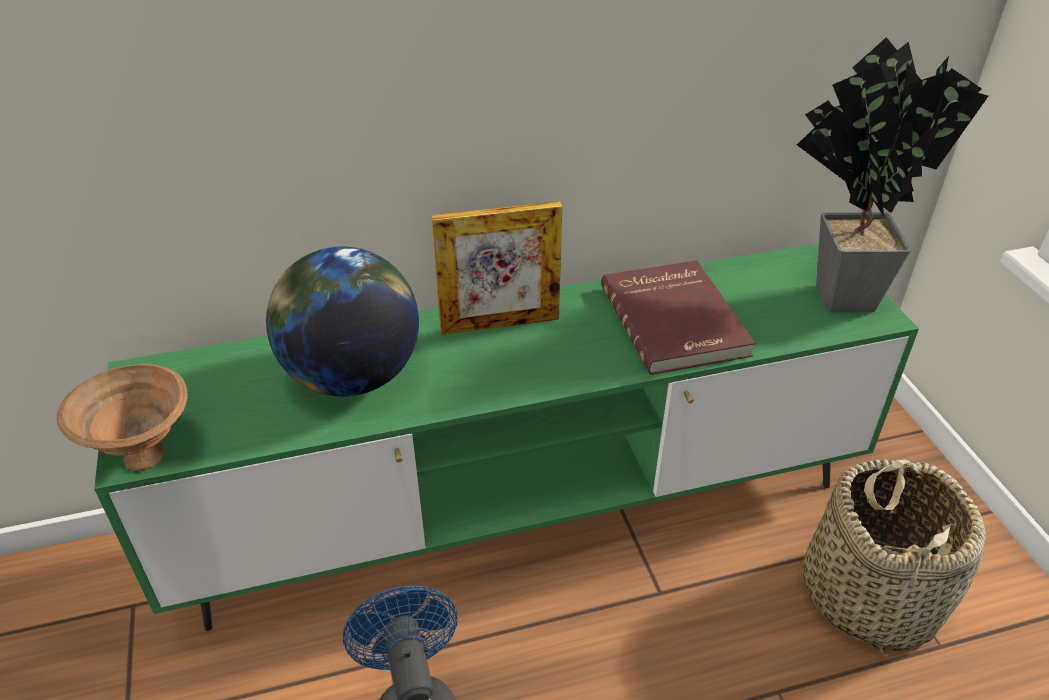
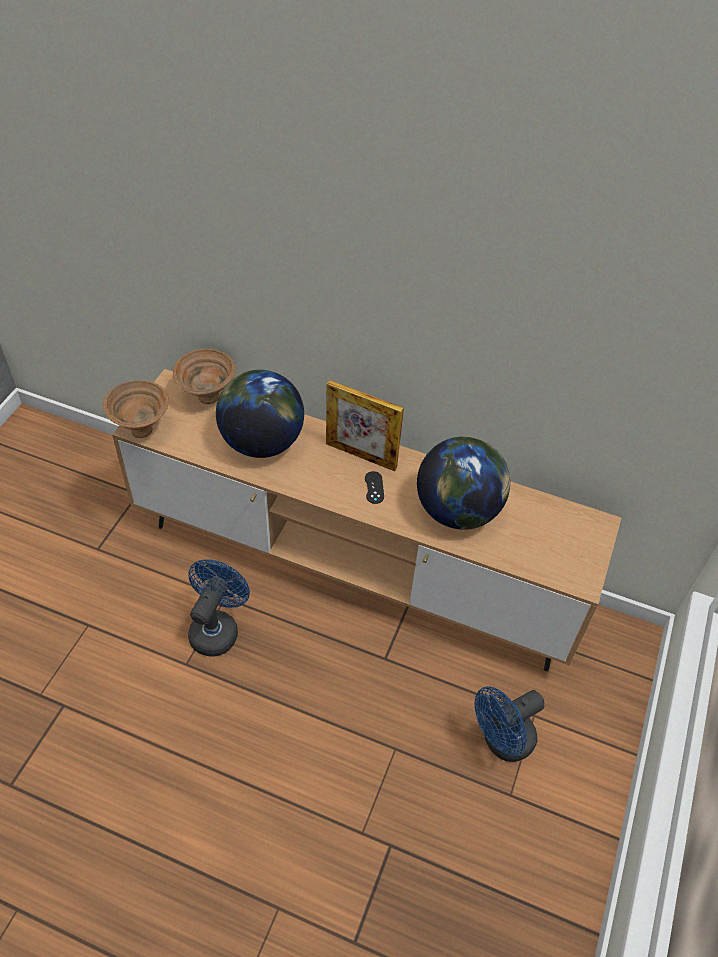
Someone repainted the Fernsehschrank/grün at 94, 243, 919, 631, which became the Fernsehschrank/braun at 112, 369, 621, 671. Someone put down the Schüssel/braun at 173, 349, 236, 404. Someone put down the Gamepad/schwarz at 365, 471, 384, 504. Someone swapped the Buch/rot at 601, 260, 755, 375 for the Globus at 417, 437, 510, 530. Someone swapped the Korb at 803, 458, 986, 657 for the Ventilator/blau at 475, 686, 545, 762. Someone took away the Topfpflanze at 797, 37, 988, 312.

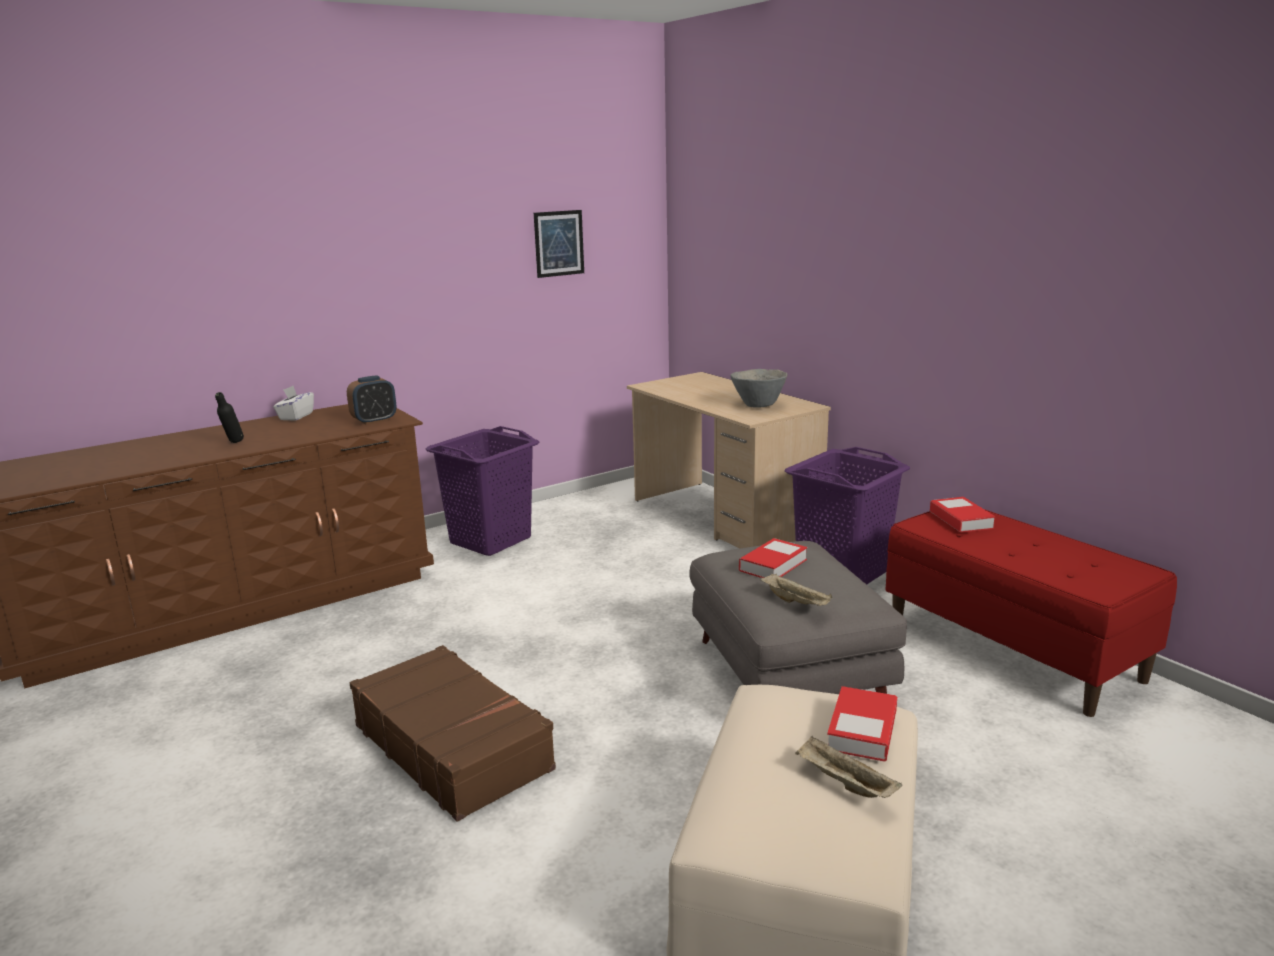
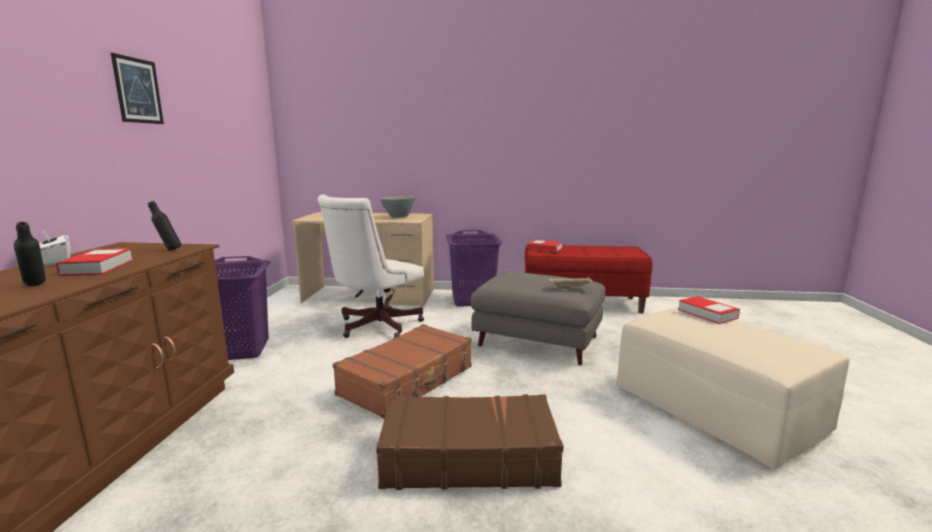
Someone carried the Buch from 739, 538, 807, 578 to 56, 248, 133, 276. Someone carried the Bild from 534, 210, 584, 278 to 111, 53, 164, 124. Someone swapped the Wecker at 347, 375, 396, 425 for the Flasche/schwarz at 148, 201, 181, 251. Someone put down the Bürostuhl/weiß at 317, 195, 424, 338. Someone put down the Koffer/braun at 333, 324, 472, 419. Someone took away the Tablett/beige at 795, 736, 902, 798.

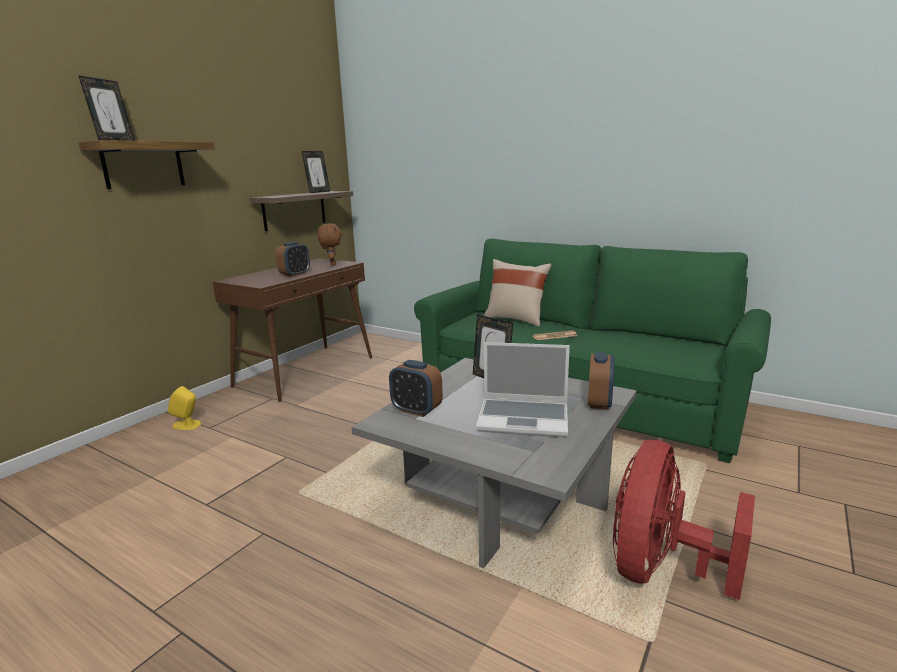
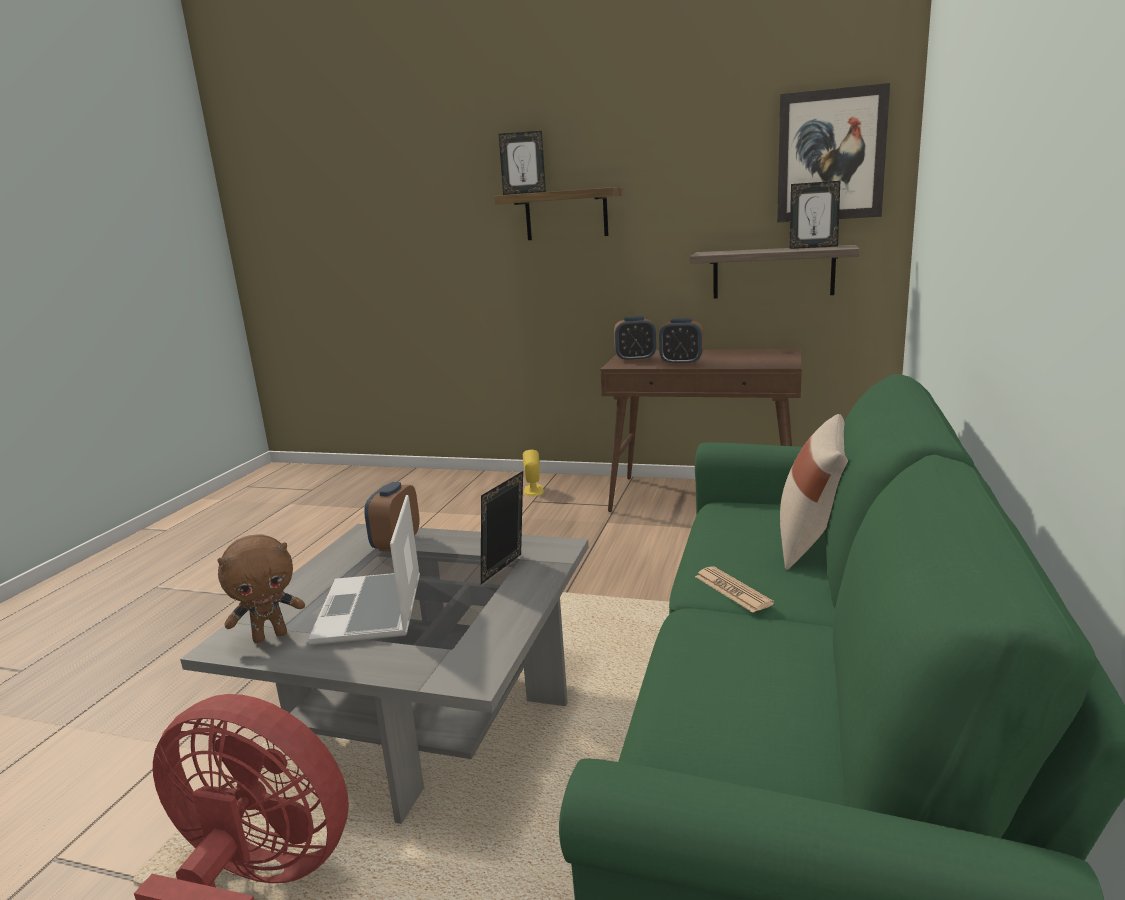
Someone carried the Plüschtier/braun from 318, 223, 342, 266 to 217, 534, 305, 643. Someone carried the Wecker from 588, 352, 614, 410 to 614, 316, 656, 362. Someone put up the Bild at 777, 83, 890, 222.

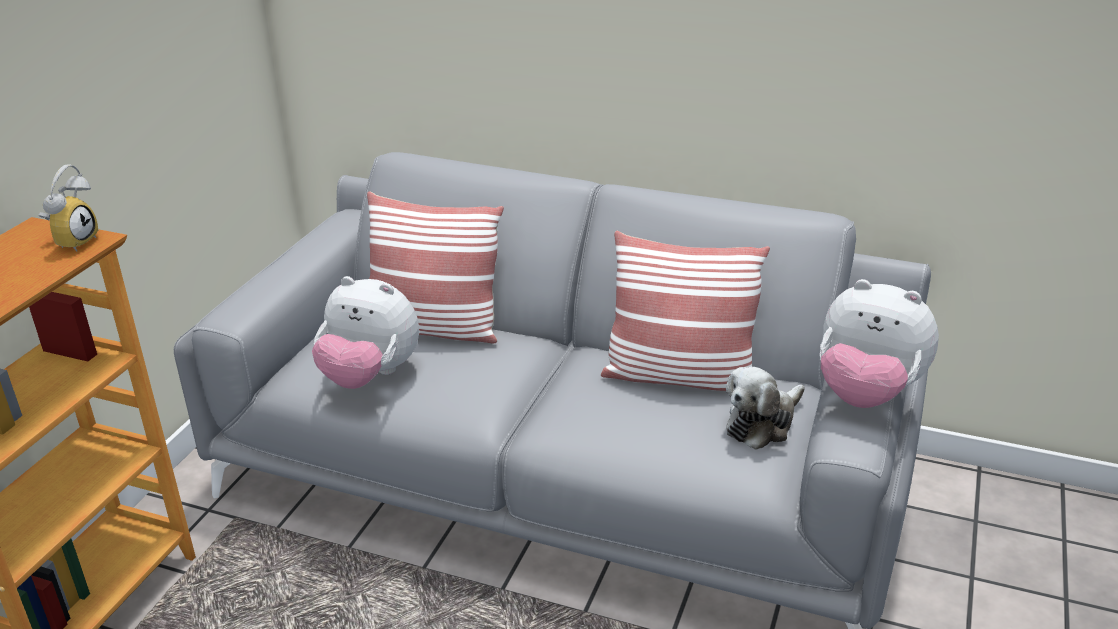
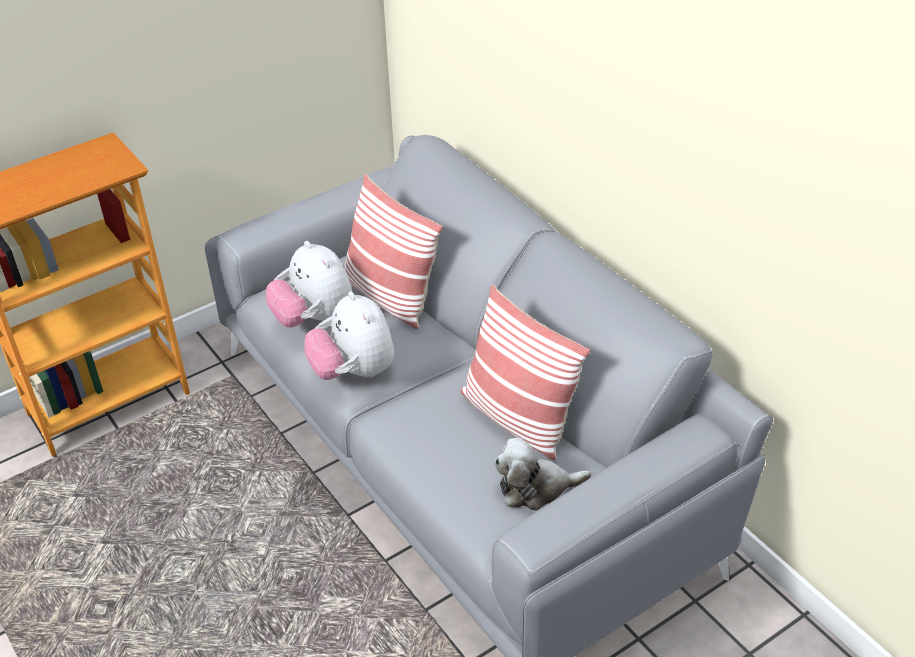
Someone carried the Plüschtier from 820, 279, 939, 408 to 304, 291, 394, 380. Someone took away the Wecker at 38, 164, 98, 252.

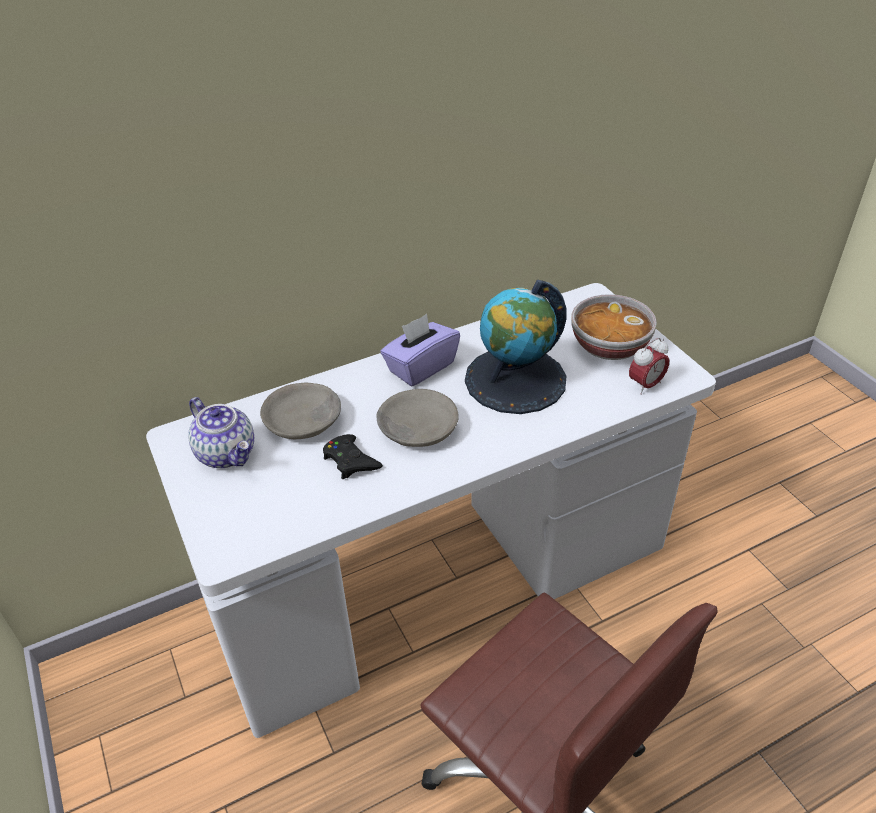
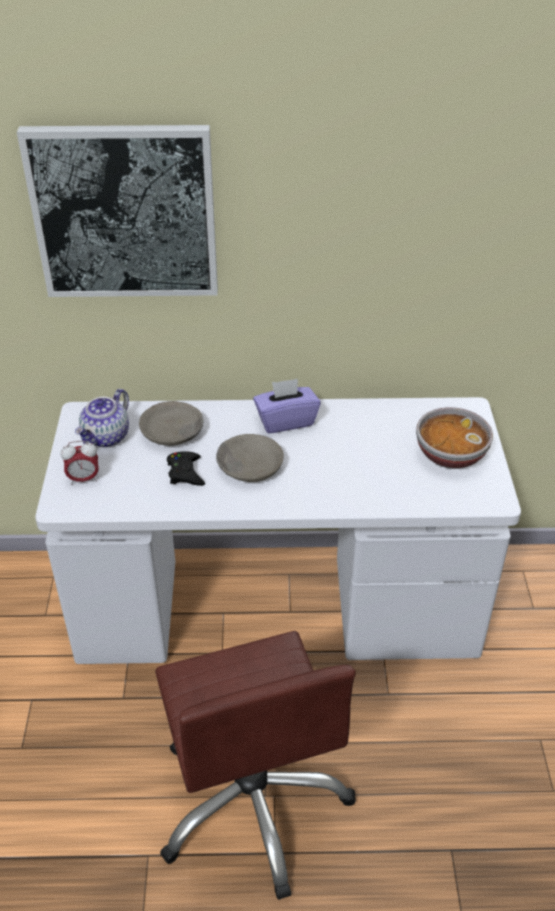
Someone put up the Bild at 17, 125, 218, 297. Someone carried the Wecker from 629, 337, 669, 395 to 61, 440, 99, 485. Someone rotated the Teekanne at 188, 397, 254, 468 by 45 degrees clockwise. Someone took away the Globus at 465, 280, 567, 414.

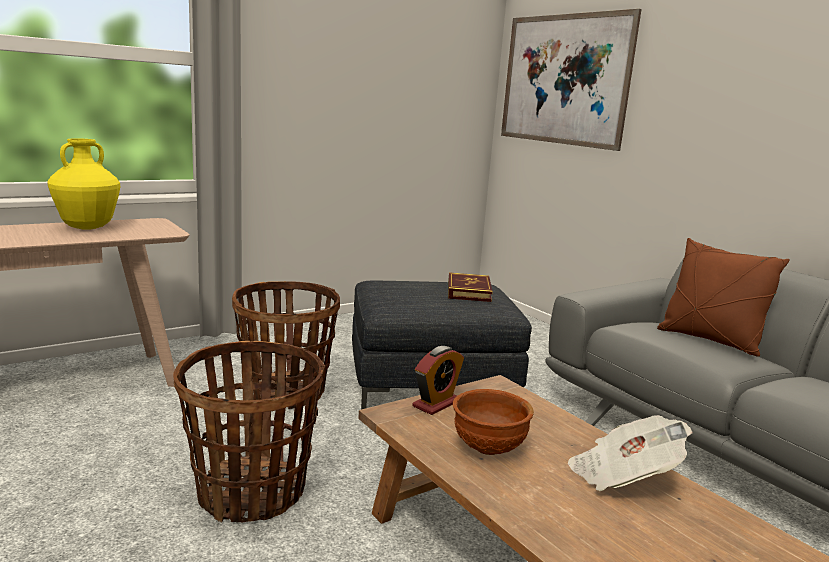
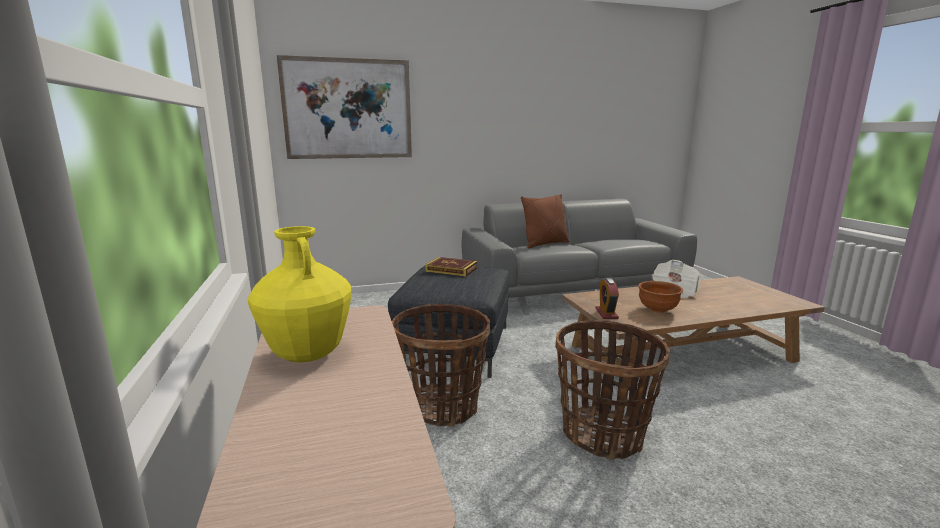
Someone rotated the Wecker at 413, 346, 464, 415 by 150 degrees counterclockwise.

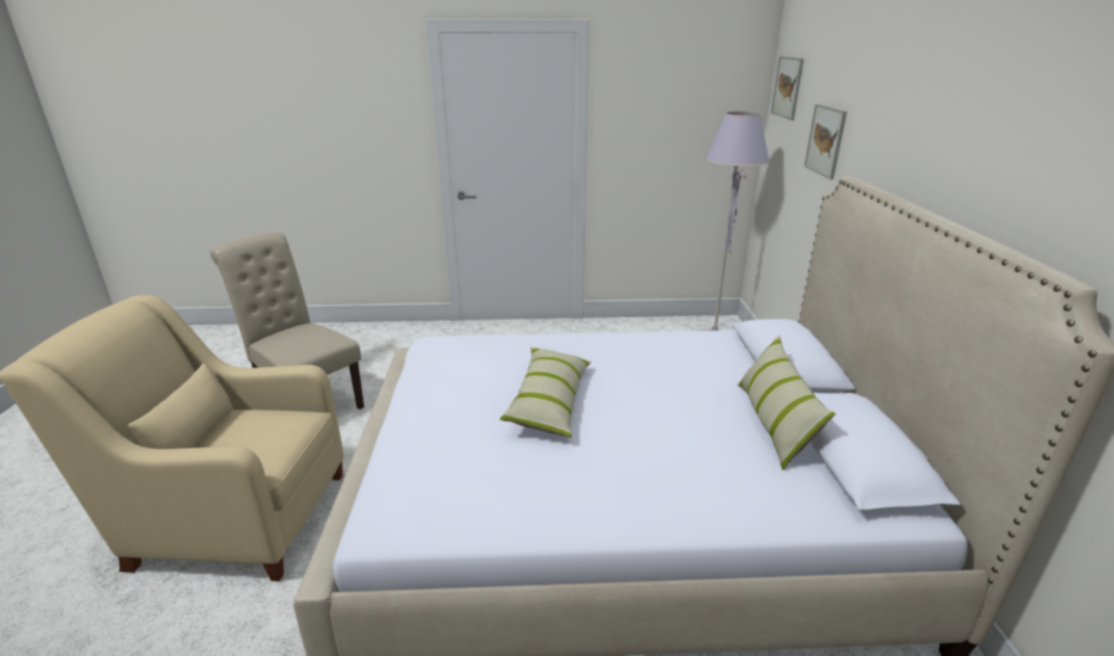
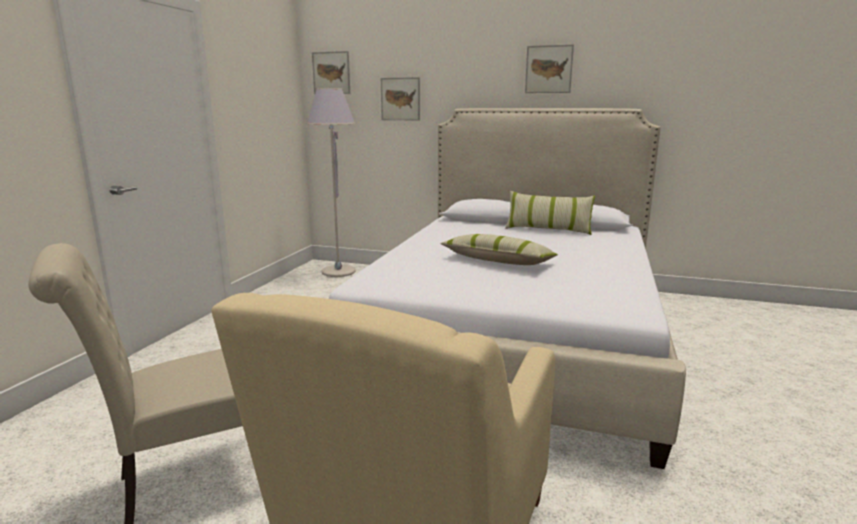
Someone put up the Bild at 525, 44, 574, 93.

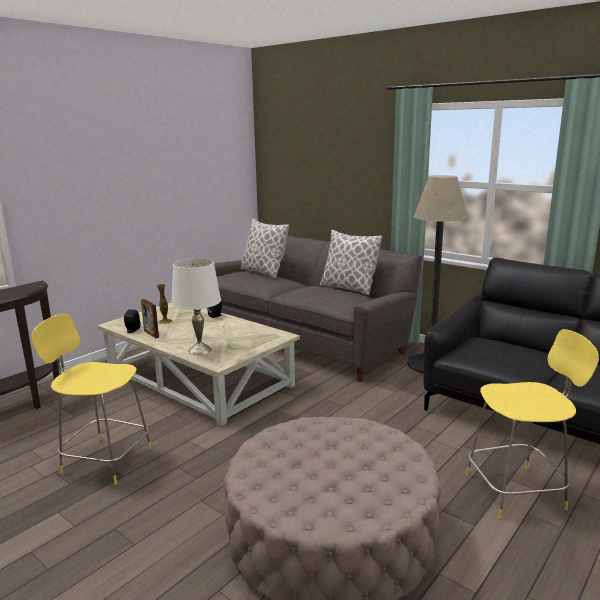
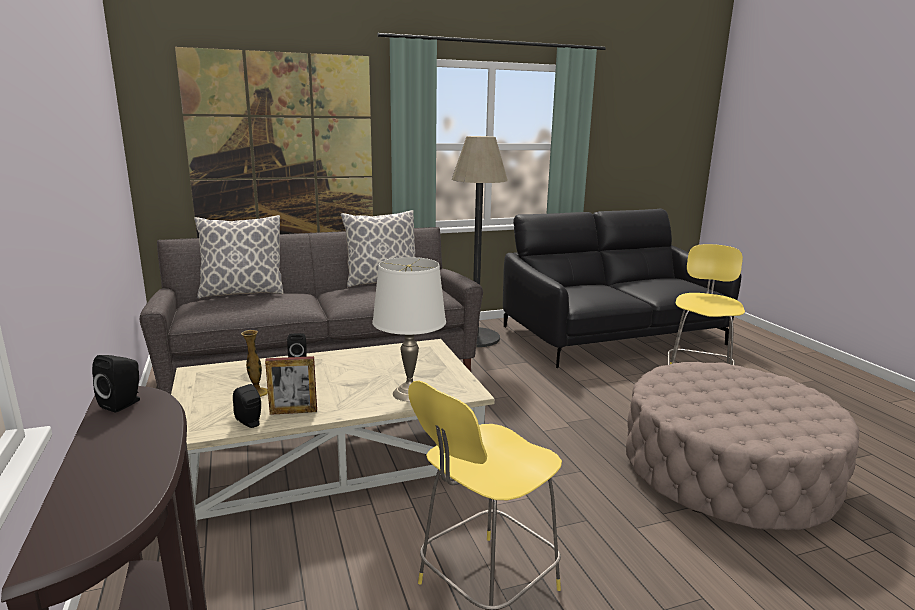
Someone put down the Lautsprecher/schwarz at 92, 355, 140, 413. Someone put up the Bild at 175, 47, 373, 238.

